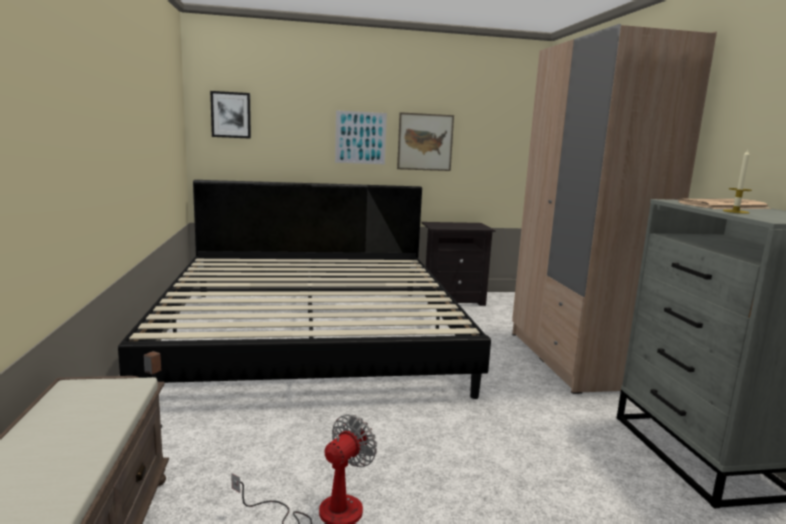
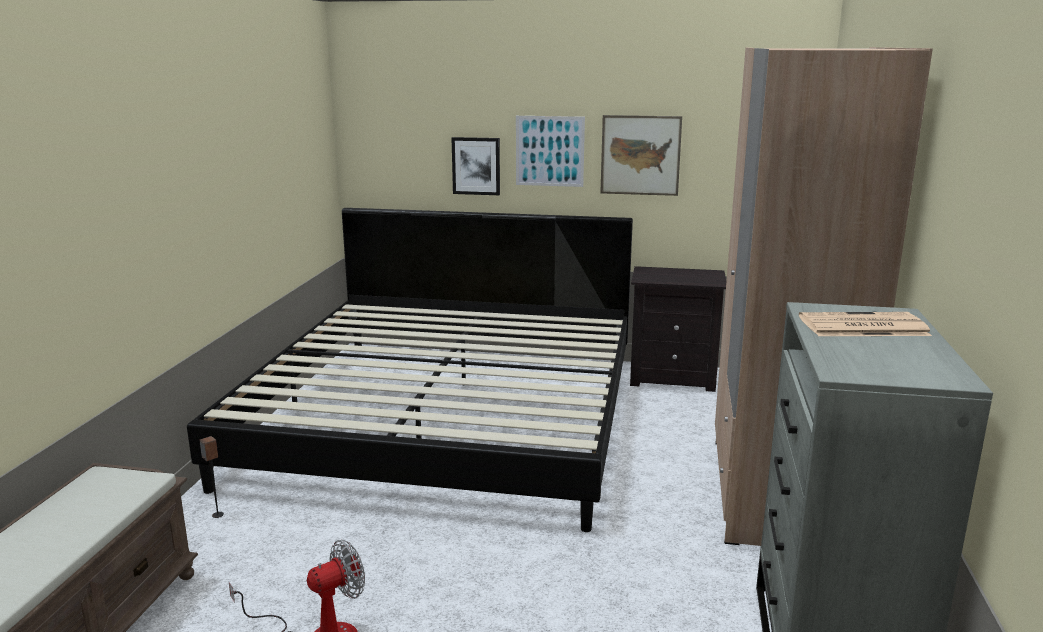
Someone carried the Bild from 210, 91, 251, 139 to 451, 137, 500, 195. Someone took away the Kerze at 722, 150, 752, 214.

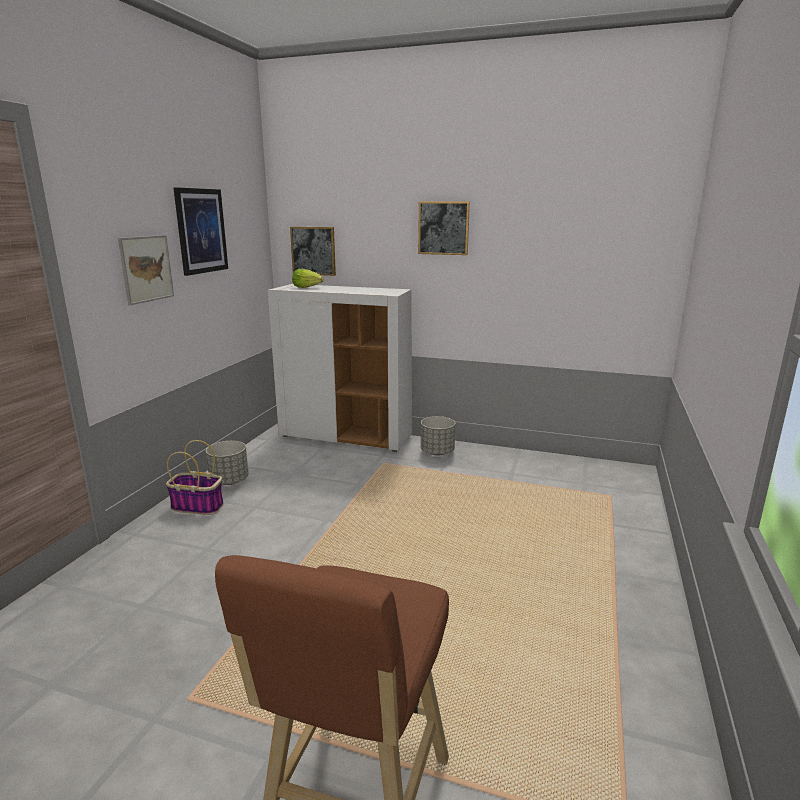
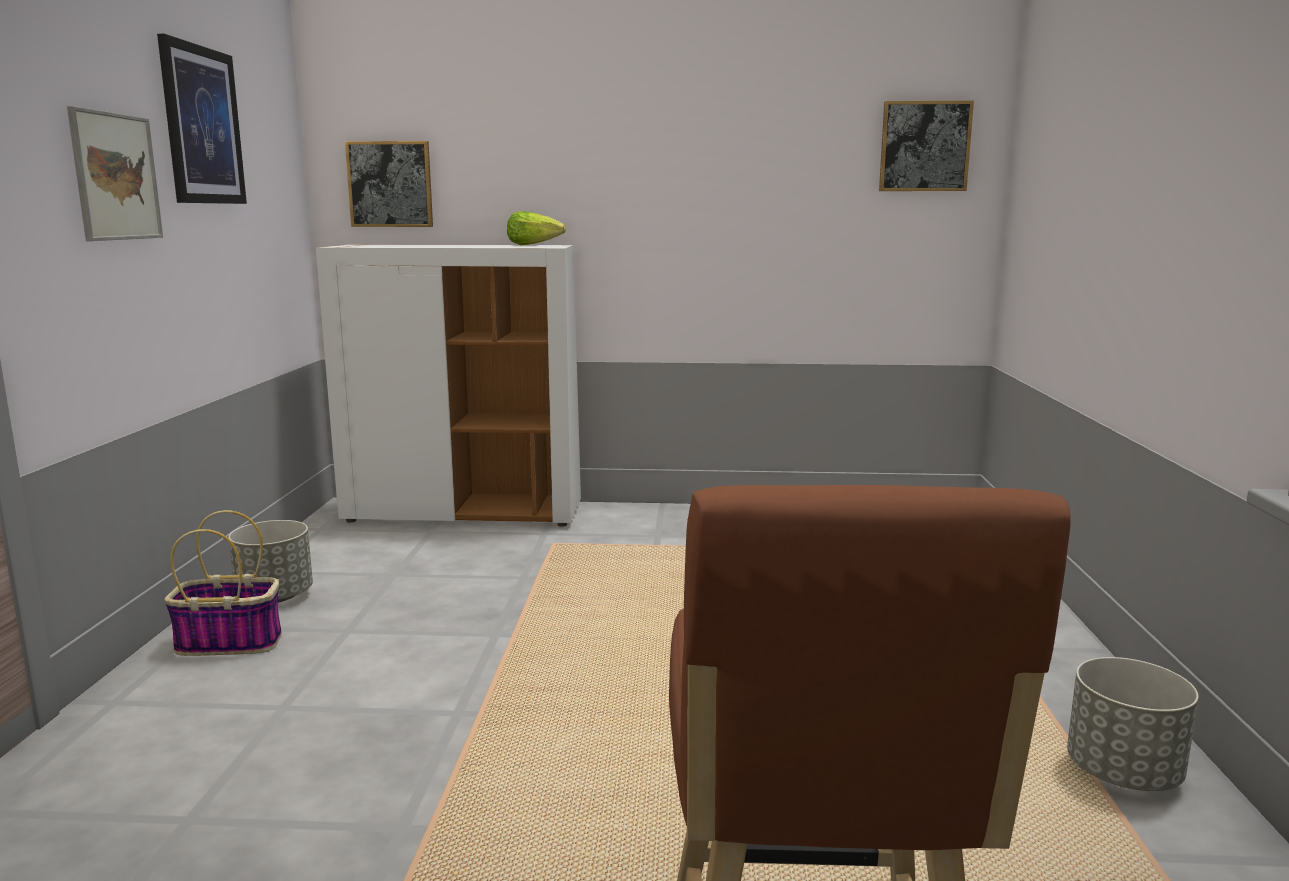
Someone carried the Salatkopf from 292, 269, 324, 288 to 507, 211, 566, 245. Someone carried the Bild from 418, 201, 470, 255 to 879, 100, 974, 191. Someone carried the Pflanzkübel/grau from 421, 416, 456, 455 to 1067, 657, 1199, 791.

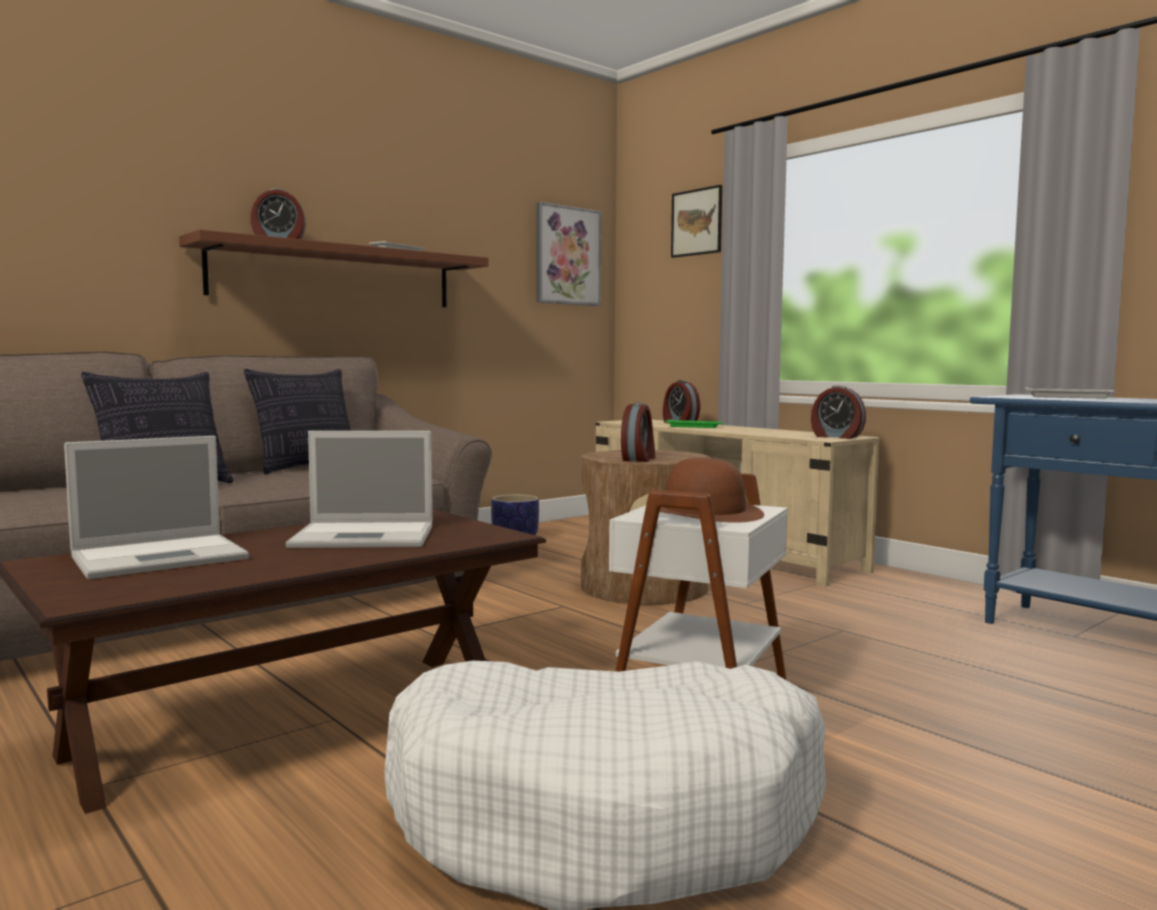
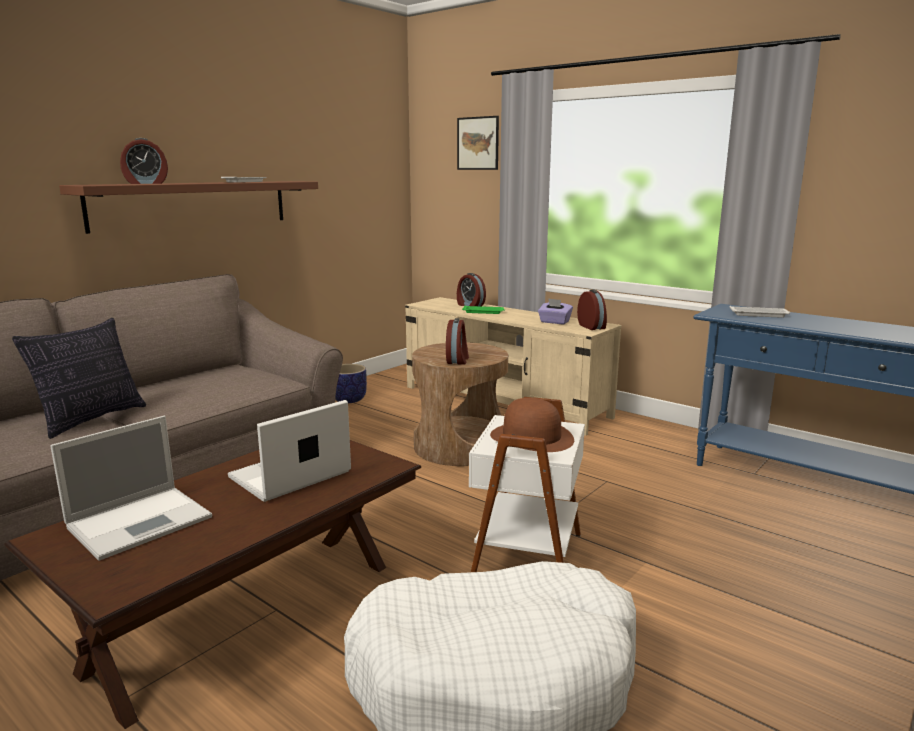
Someone rotated the Laptop at 286, 431, 433, 548 by 150 degrees clockwise. Someone put down the Taschentuchbox/lila at 538, 298, 573, 324. Someone rotated the Wecker at 811, 385, 866, 439 by 135 degrees counterclockwise. Someone took away the Kissen at 244, 369, 351, 474. Someone took away the Bild at 537, 202, 601, 306.

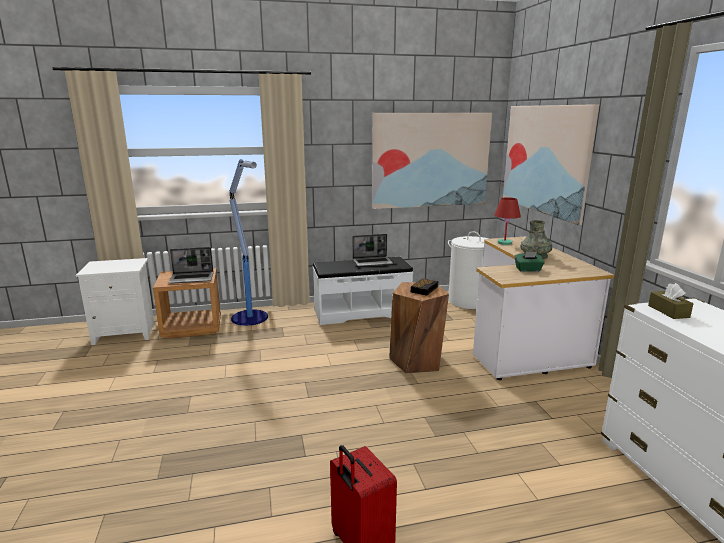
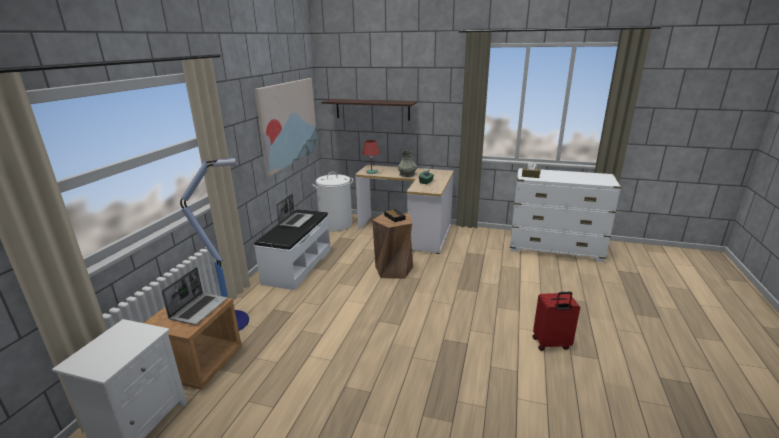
Someone swapped the Bild at 503, 104, 599, 225 for the Wandregal at 322, 99, 417, 121.

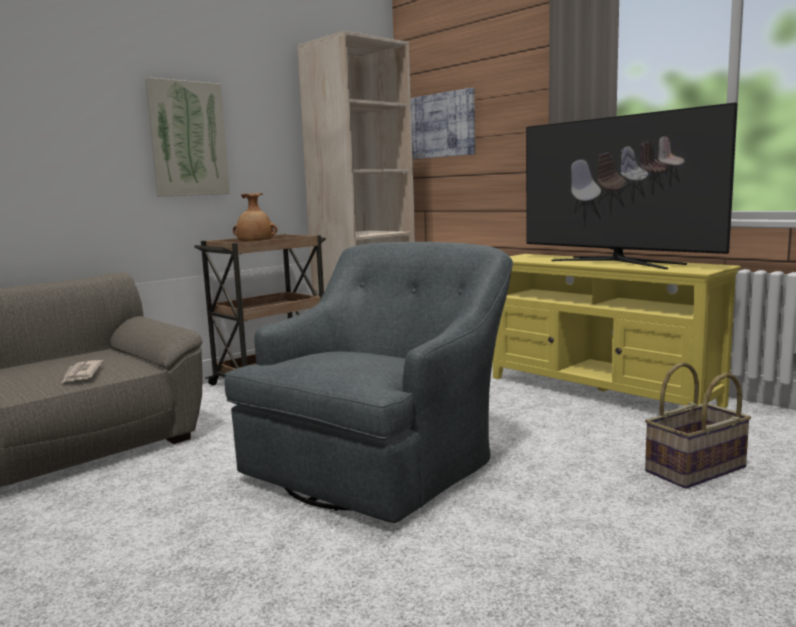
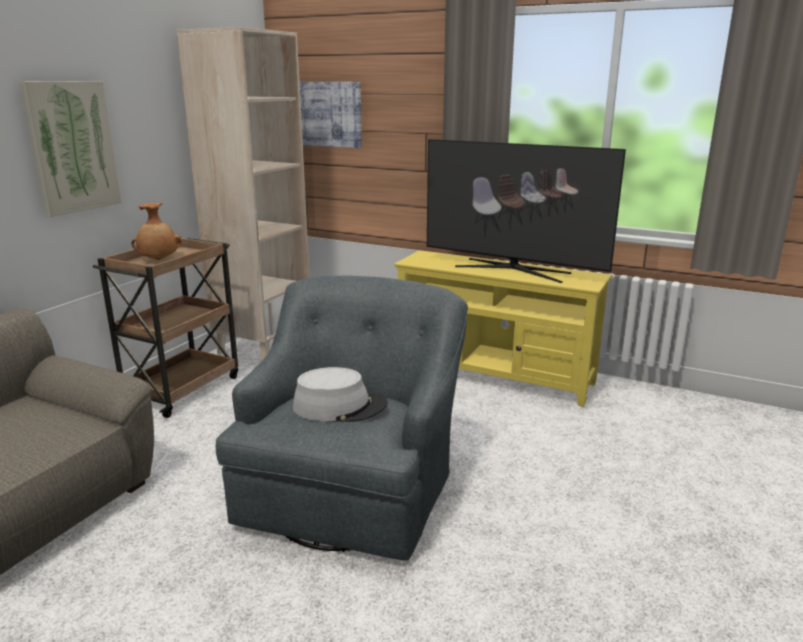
Someone put down the Hut/grau at 293, 367, 388, 422. Someone took away the Zeitung at 61, 360, 104, 383. Someone took away the Korb at 645, 362, 751, 489.

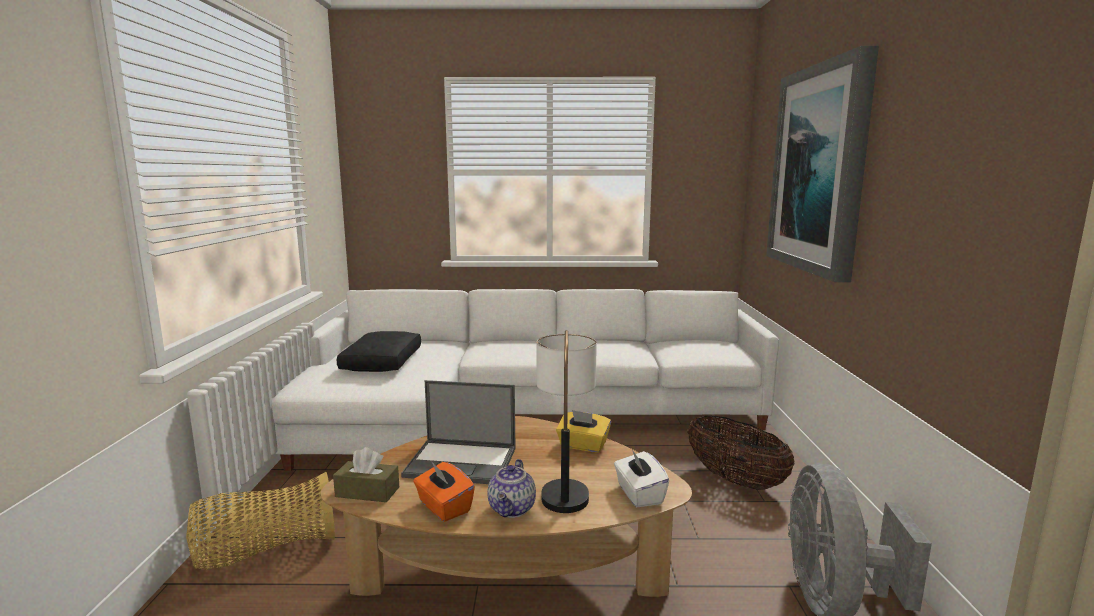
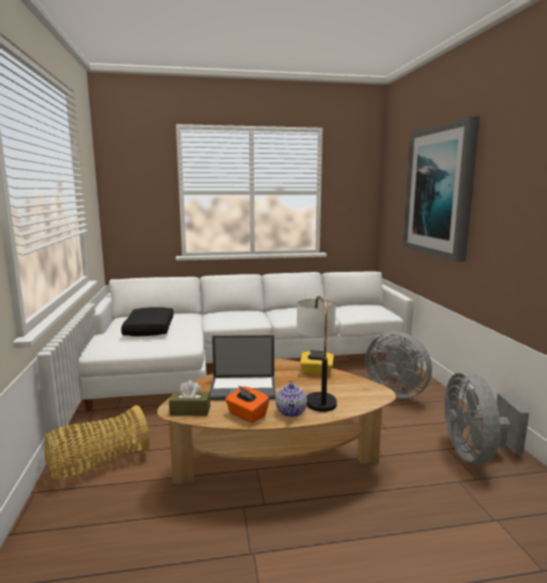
Someone swapped the Korb at 687, 416, 795, 490 for the Ventilator/grau at 365, 331, 432, 399. Someone took away the Taschentuchbox/weiß at 614, 450, 669, 507.

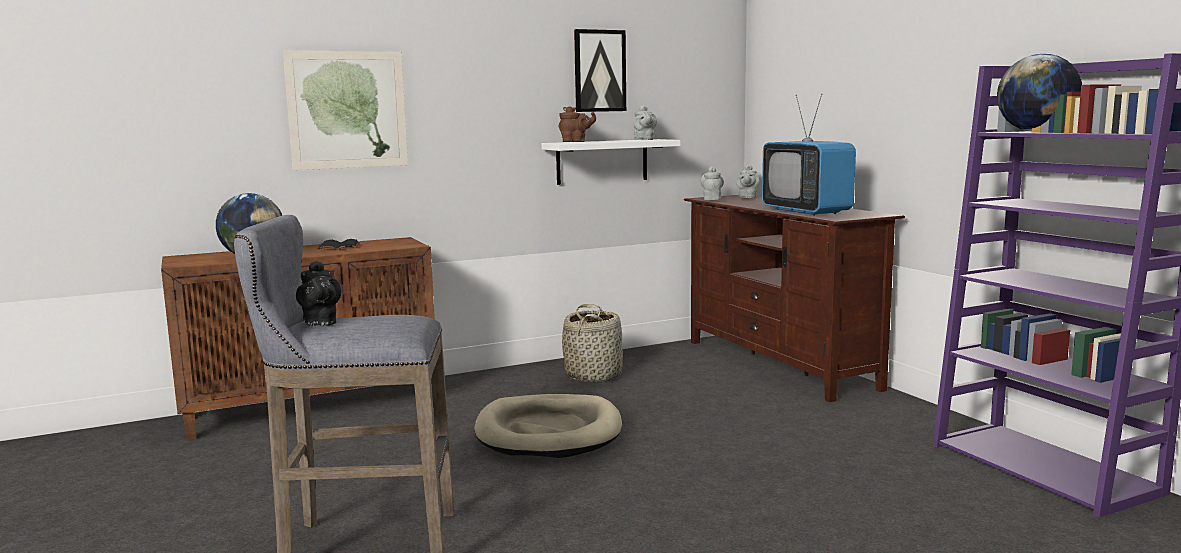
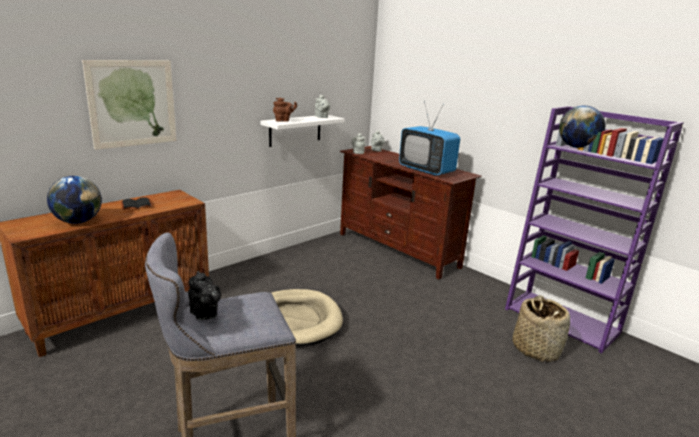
Someone carried the Korb from 562, 304, 623, 383 to 512, 295, 570, 362. Someone took away the Bild at 574, 29, 626, 112.

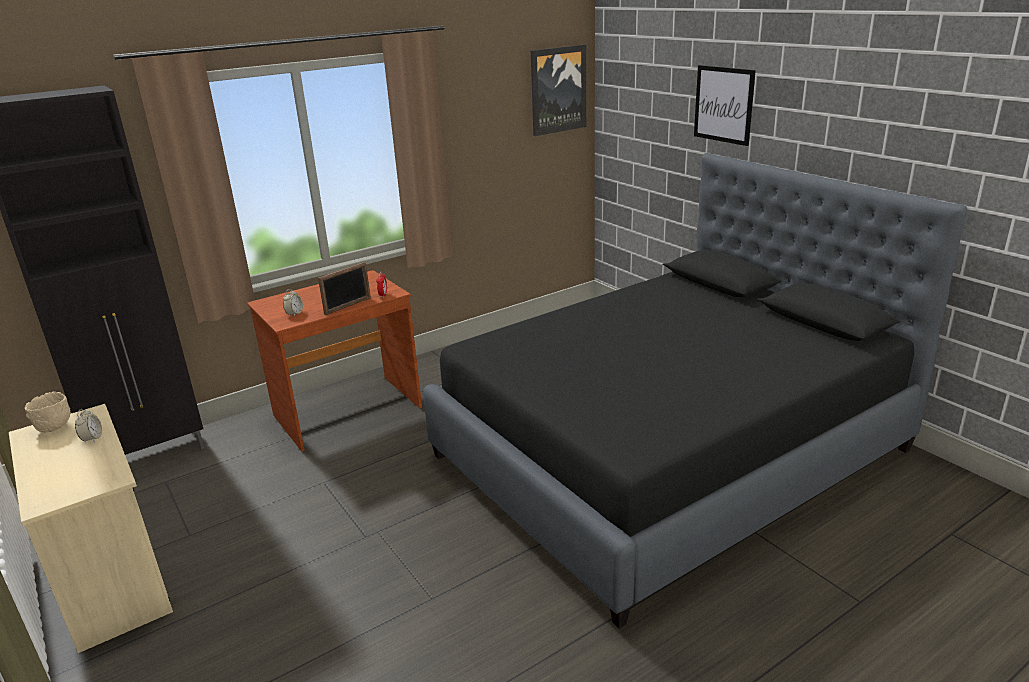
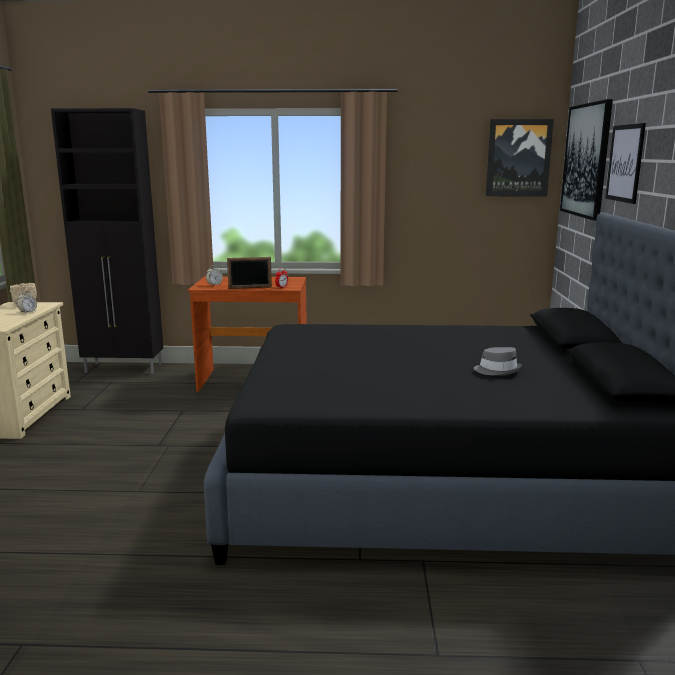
Someone put down the Hut/grau at 474, 347, 522, 376. Someone put up the Bild at 560, 99, 613, 221.

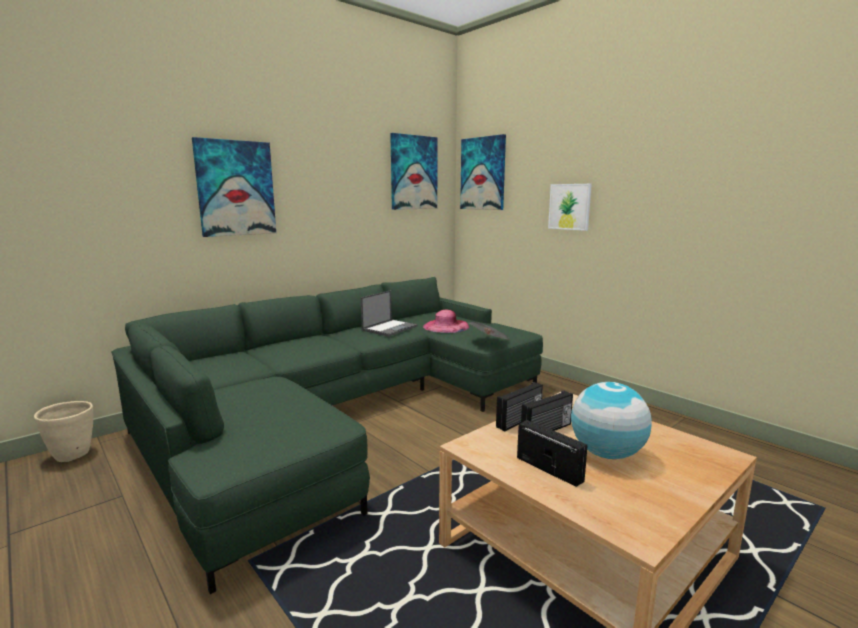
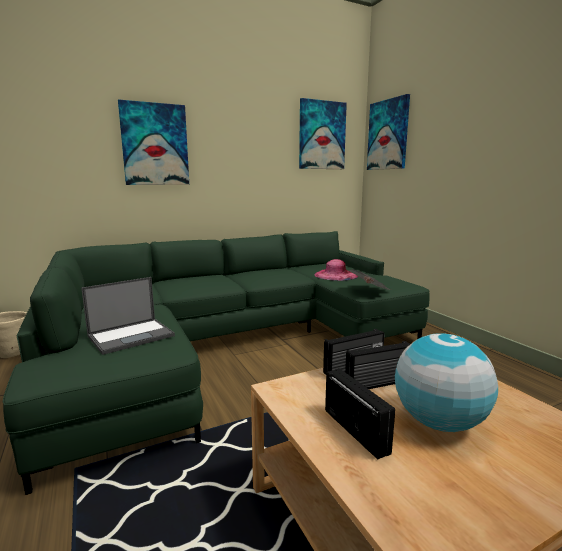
Someone carried the Laptop from 361, 290, 418, 337 to 81, 277, 175, 355. Someone took away the Bild at 548, 184, 592, 231.

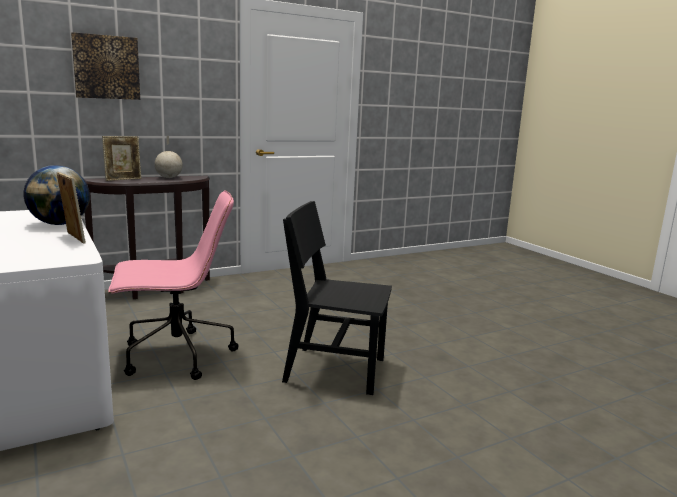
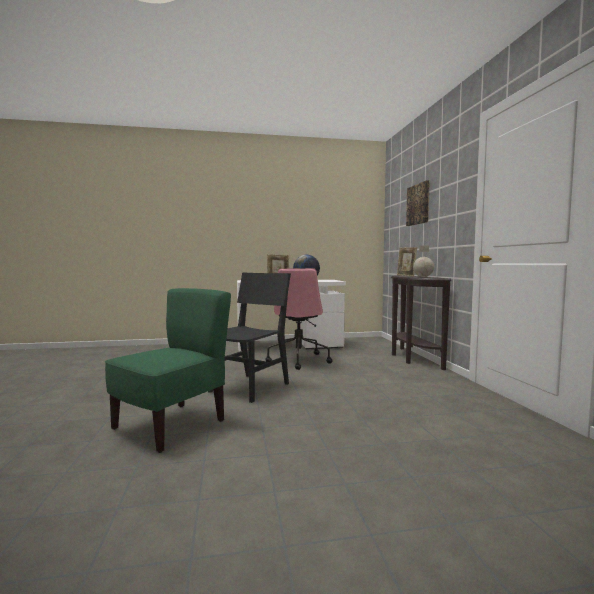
Someone put down the Stuhl/grün at 105, 288, 231, 453.

